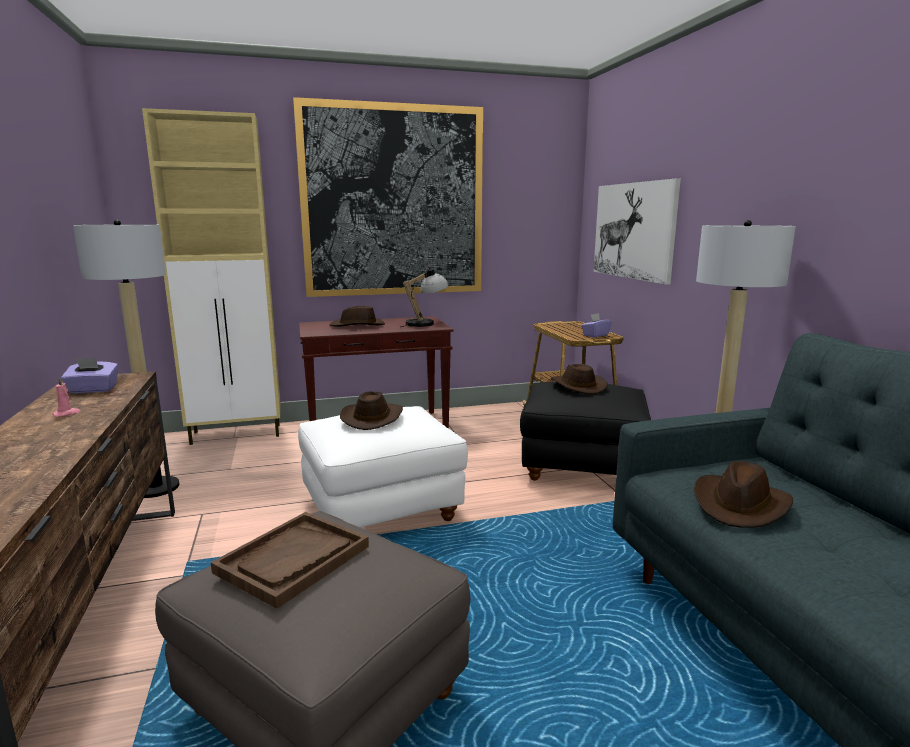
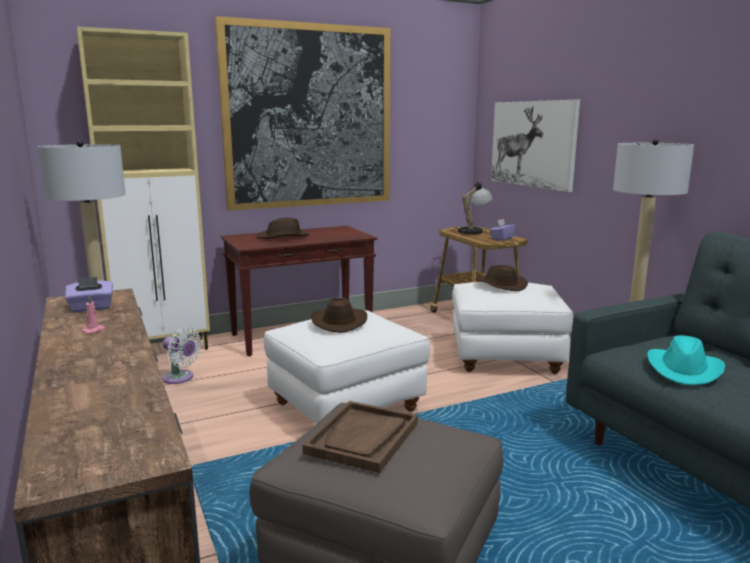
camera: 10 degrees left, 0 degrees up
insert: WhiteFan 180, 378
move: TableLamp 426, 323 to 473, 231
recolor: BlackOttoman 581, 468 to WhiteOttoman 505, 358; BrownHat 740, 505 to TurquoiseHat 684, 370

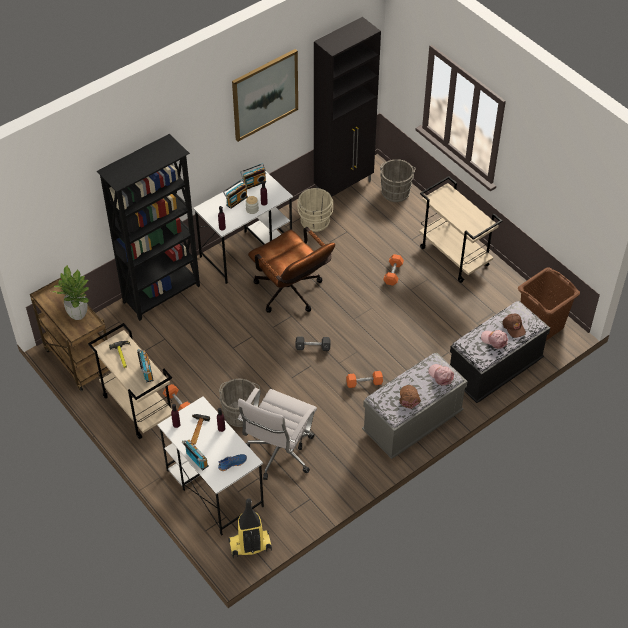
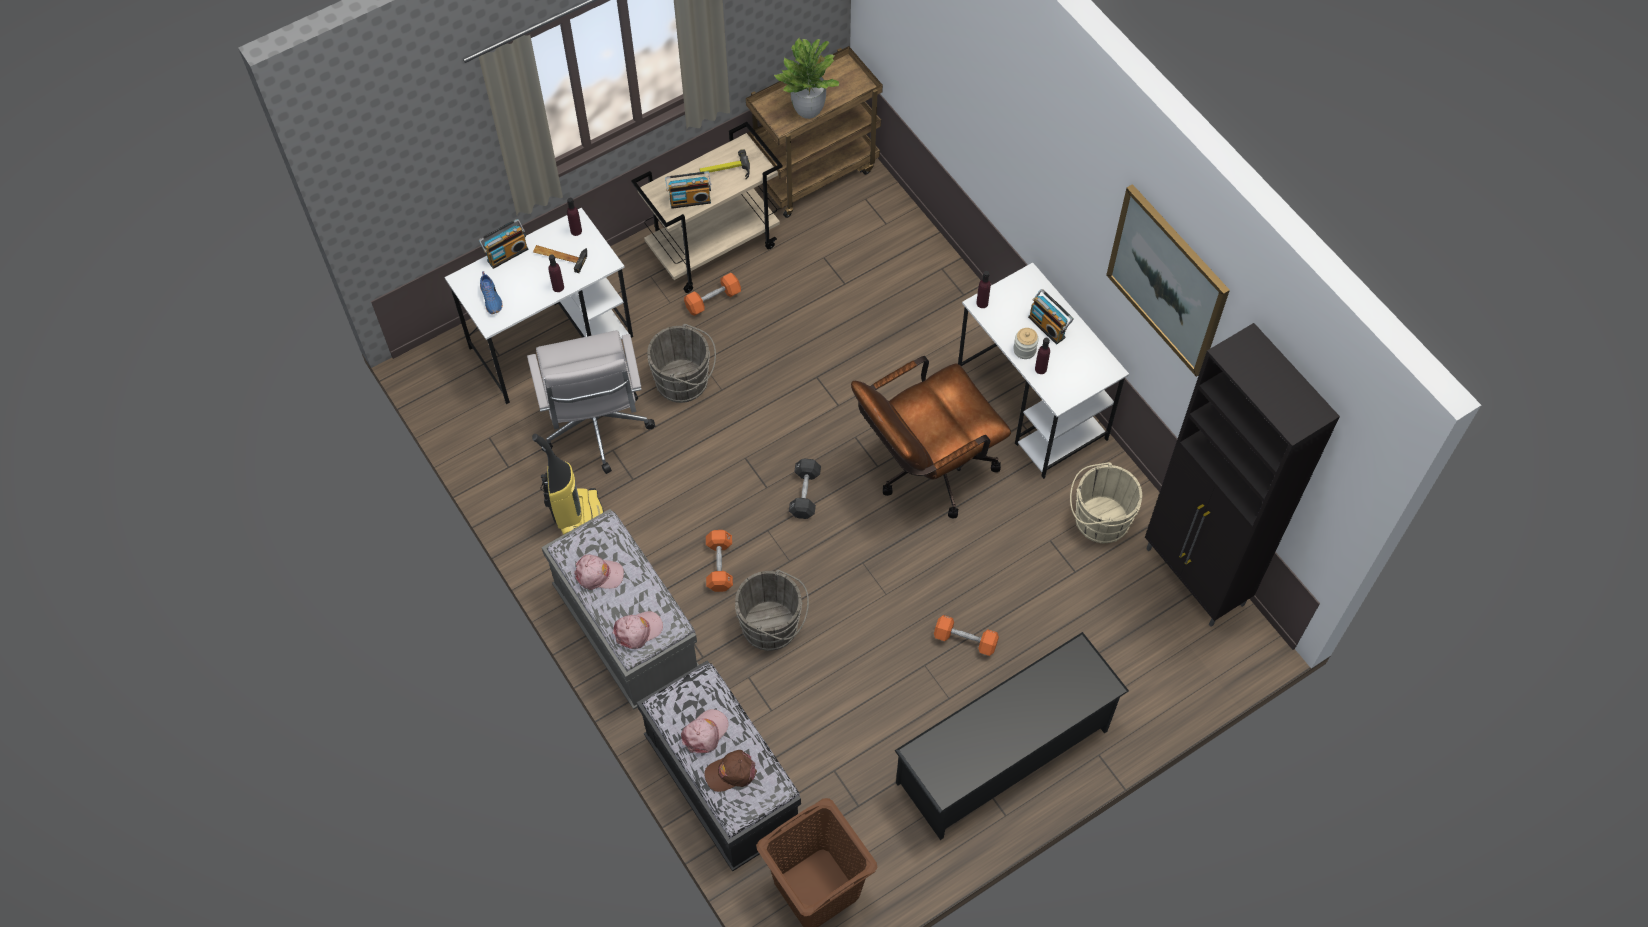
camera: 95 degrees right, 10 degrees up
delete: BlackBookcase 162, 294; Radio 254, 183
move: VacuumCleaner 250, 546 to 579, 519; GreyBucket 396, 191 to 773, 627
replace: BeigeCart 455, 256 to BlackShoeRack 1003, 756
recolor: BrownCap 409, 397 to PinkCap 599, 574
rotate: WhiteOfficeChair 279, 454 = 596, 430 135 degrees counterclockwise

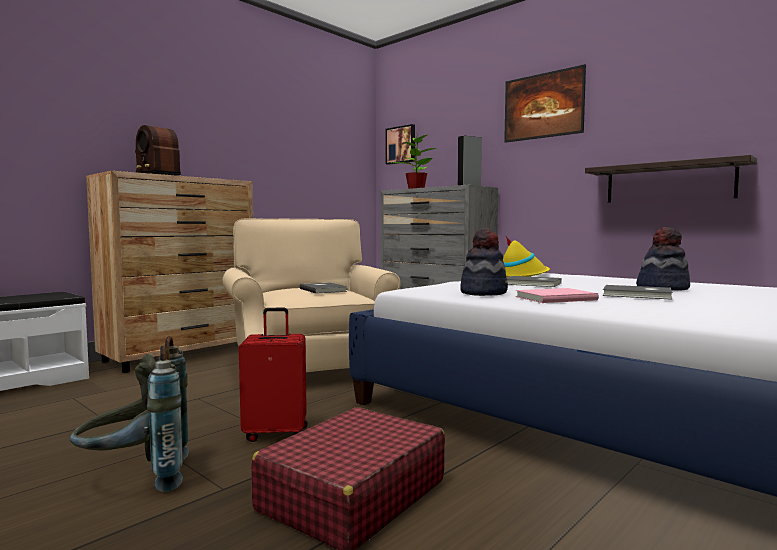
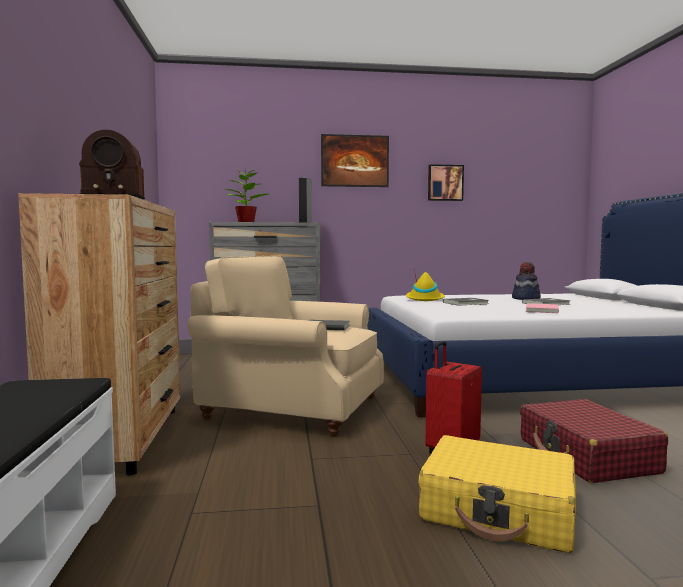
camera: 50 degrees left, 0 degrees up
delete: Hat 484, 293; Shelf 668, 182
move: Picture 401, 145 to 445, 183
replace: GreyBackpack 137, 479 to YellowSuitcase 498, 511

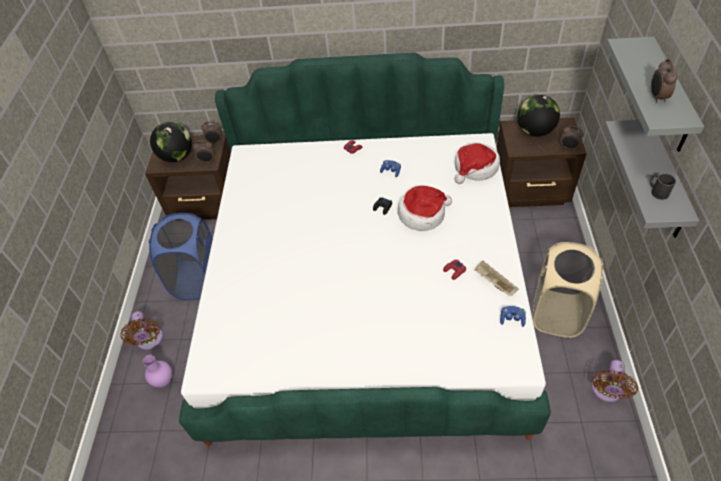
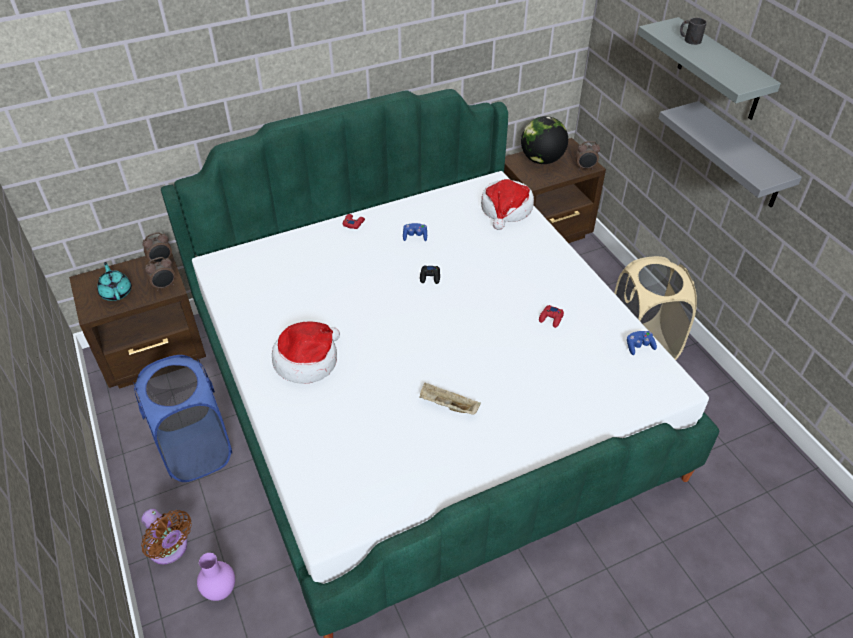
camera: 30 degrees left, 5 degrees down
delete: BrownFan 606, 391; AlarmClock 656, 97
move: Hat 422, 214 to 307, 360; BeigeTray 494, 283 to 448, 406; BlackMug 657, 191 to 689, 39
replace: Globe 177, 156 to TurquoiseTeapot 116, 292

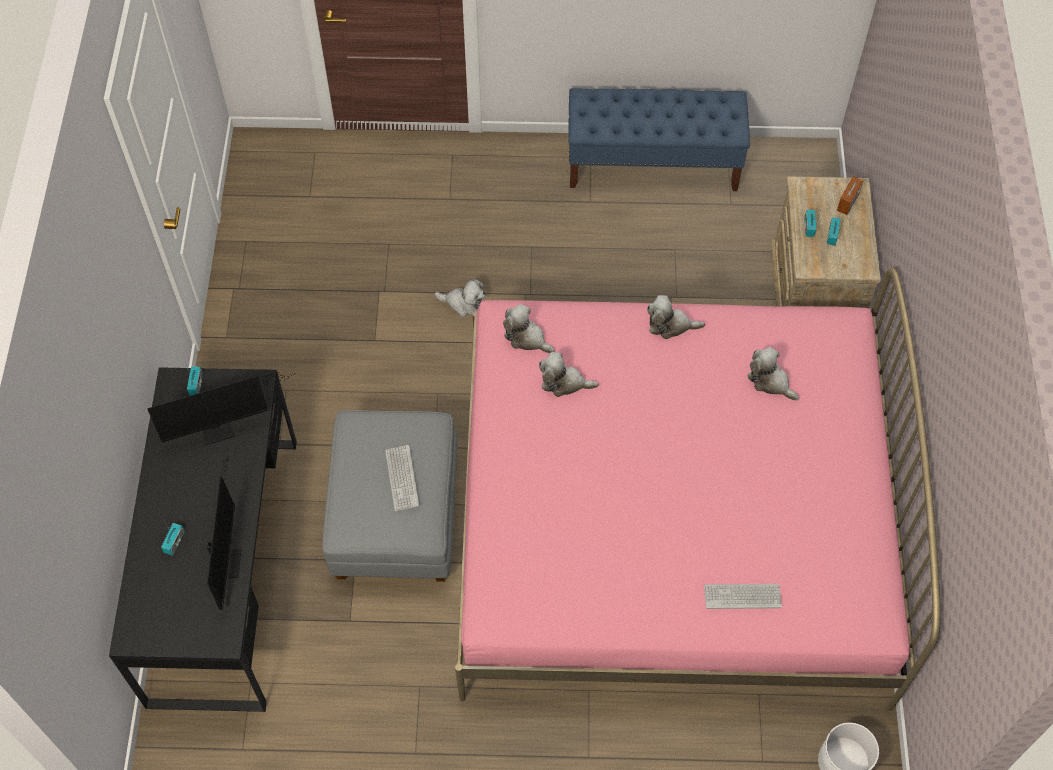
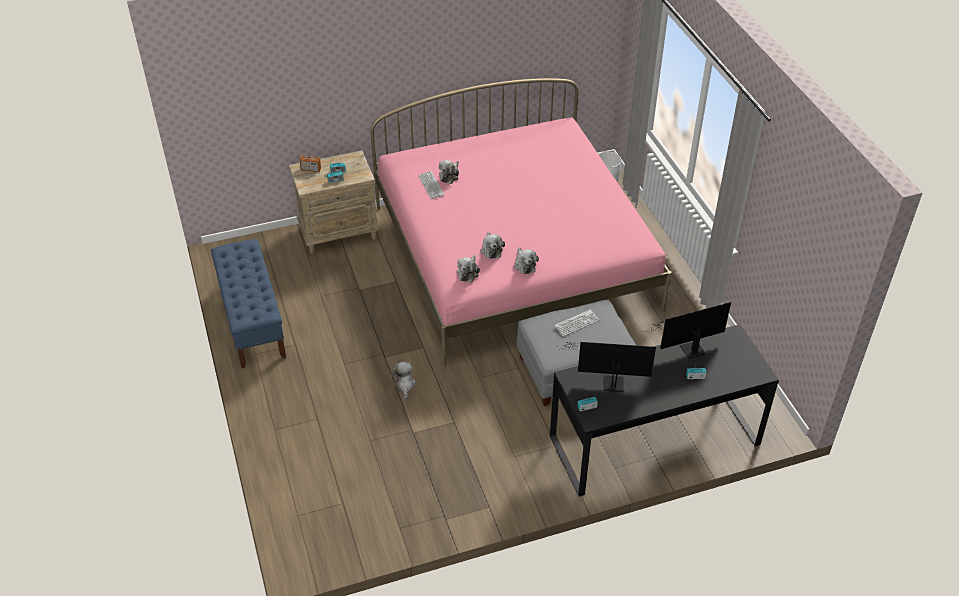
camera: 110 degrees left, 15 degrees down
move: PlushToy 670, 325 to 524, 264; Keyboard 742, 596 to 431, 185
rotate: Monitor 222, 428 = 609, 382 45 degrees counterclockwise

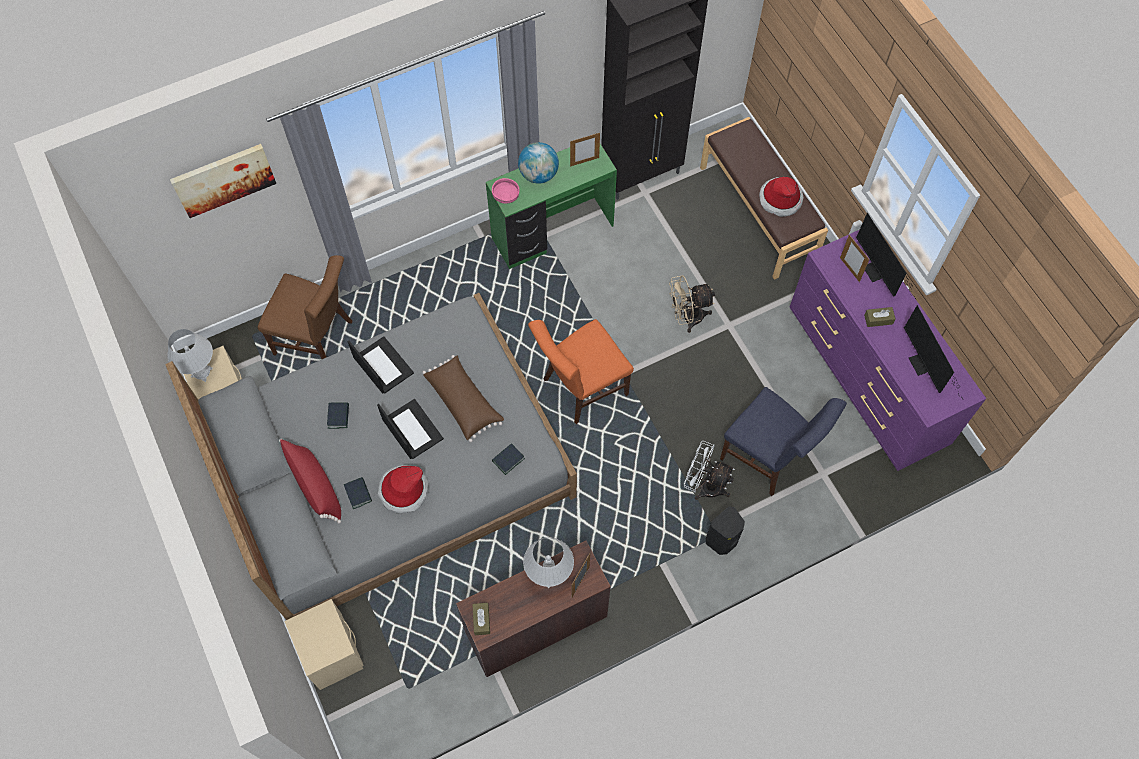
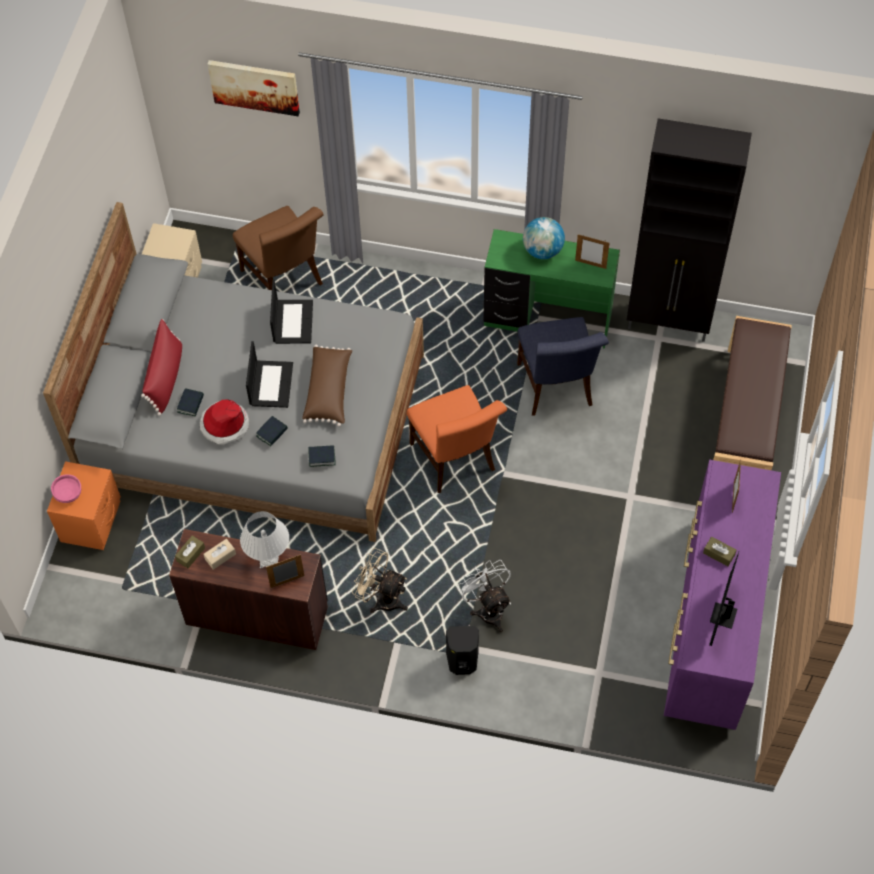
camera: 40 degrees right, 5 degrees down
delete: WhiteTableLamp 202, 372; Hat 780, 199; Monitor 877, 274
insert: BeigeTissueBox 220, 556
move: Book 338, 416 to 272, 433; PinkBowl 506, 196 to 68, 494; BeigeFan 687, 317 to 382, 598; BlueChair 769, 458 to 556, 388
recolor: BeigeNightstand 331, 653 to OrangeNightstand 91, 521
rotate: OrangeChair 580, 389 = 455, 461 120 degrees counterclockwise

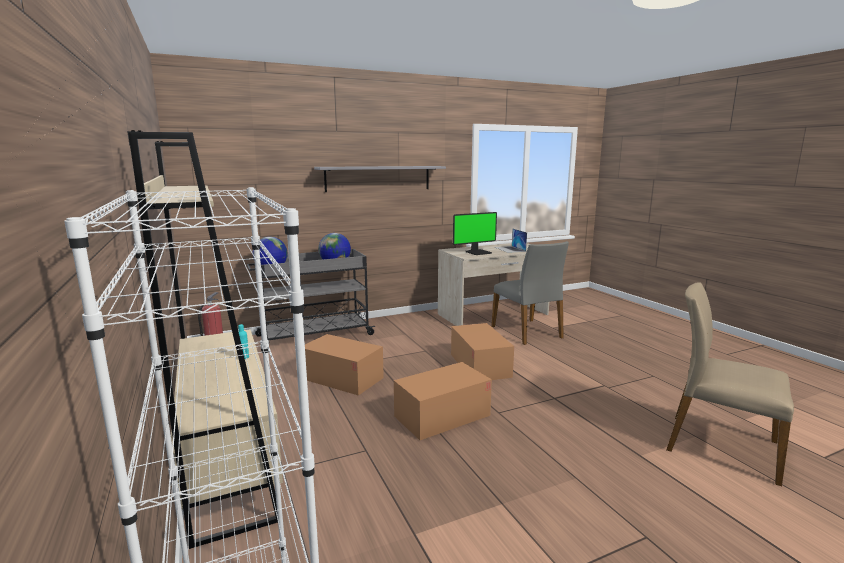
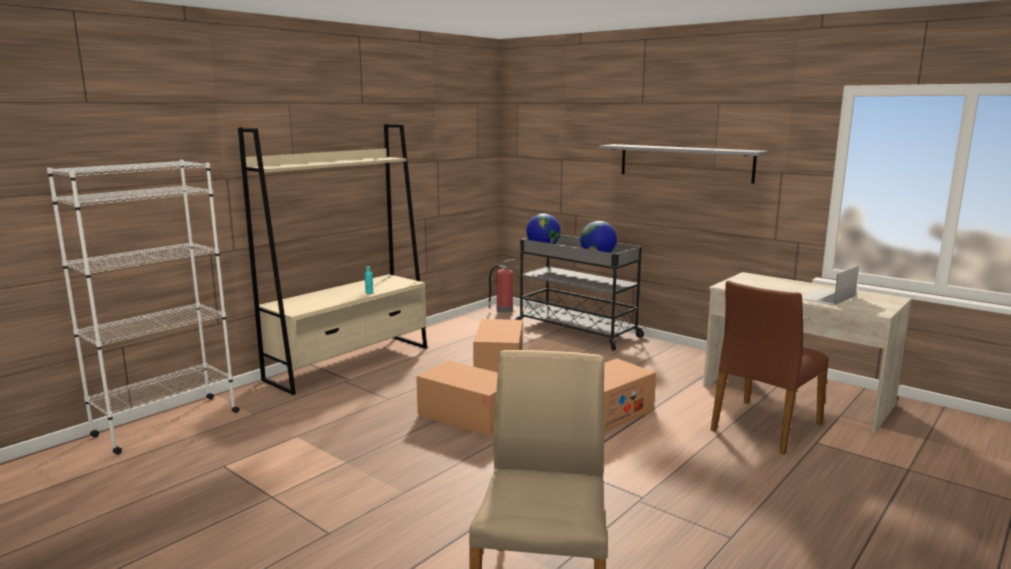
camera: 65 degrees right, 0 degrees up
delete: Monitor 478, 252
recolor: GreyChair 527, 332 to BrownChair 764, 427

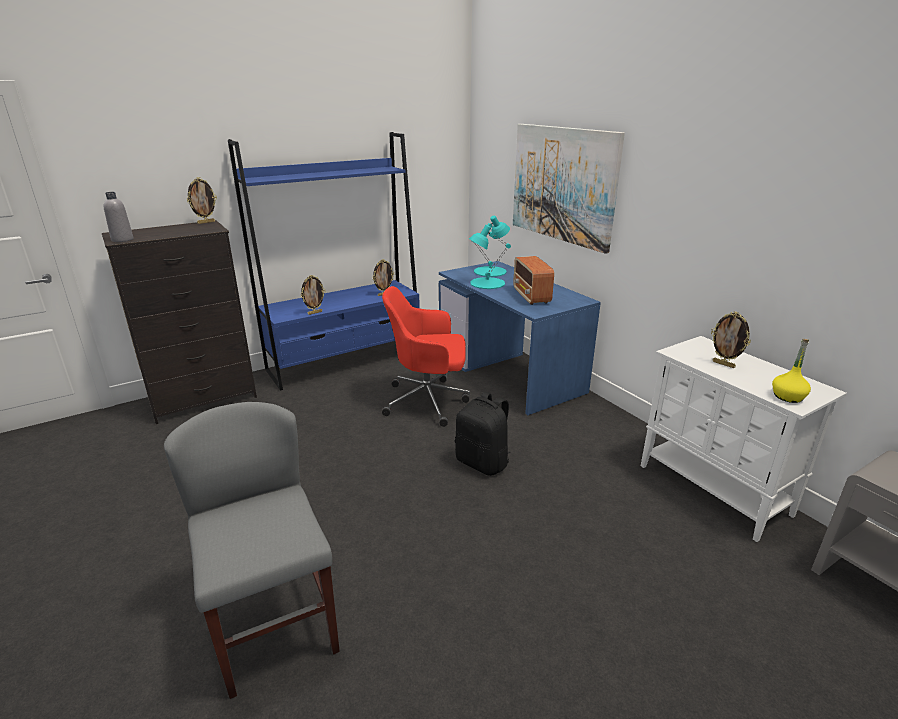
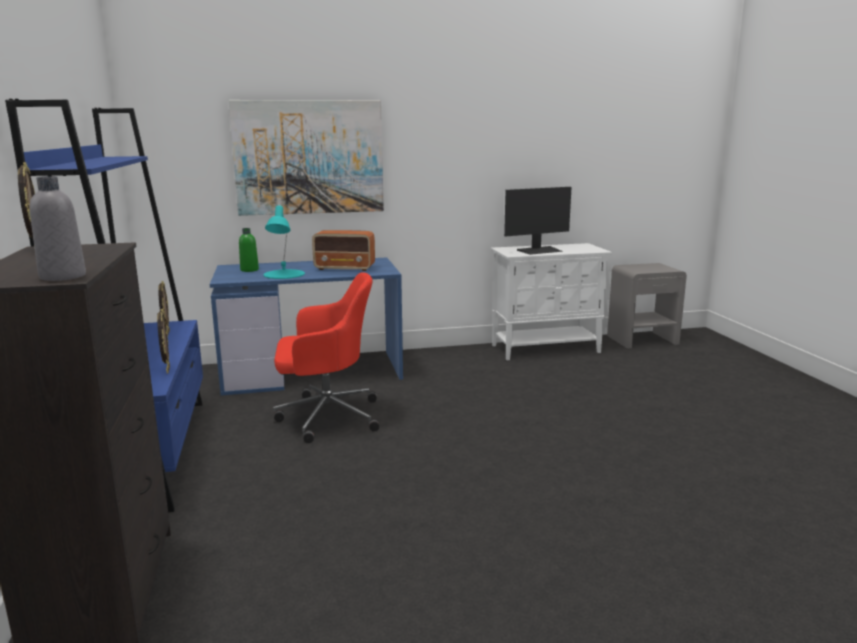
camera: 70 degrees left, 10 degrees down
delete: GreyChair 273, 625; BlackBackpack 483, 462; YellowBottle 787, 396
replace: TurquoiseTableLamp 490, 271 to GreenBottle 249, 270; PictureFrame 724, 364 to Monitor 539, 250
rotate: RedOfficeChair 428, 401 = 326, 416 120 degrees counterclockwise

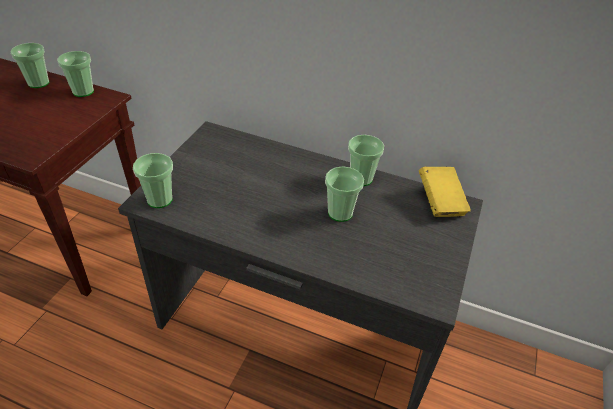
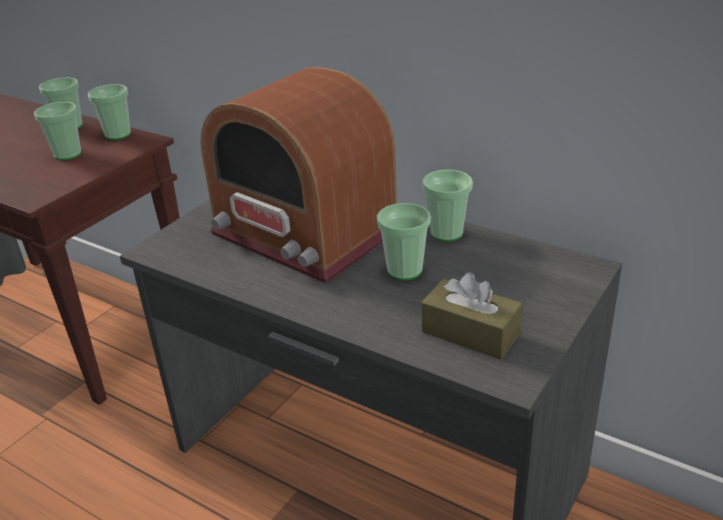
camera: 15 degrees right, 10 degrees down
delete: YellowBook 440, 202
insert: Radio 305, 232; BrownTissueBox 470, 333
move: Cup 159, 199 to 67, 154

